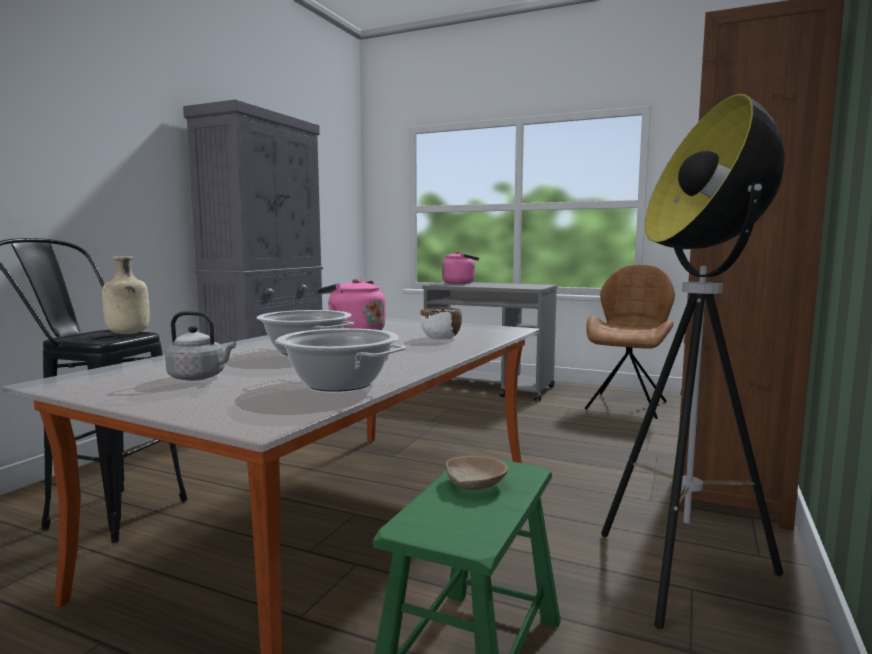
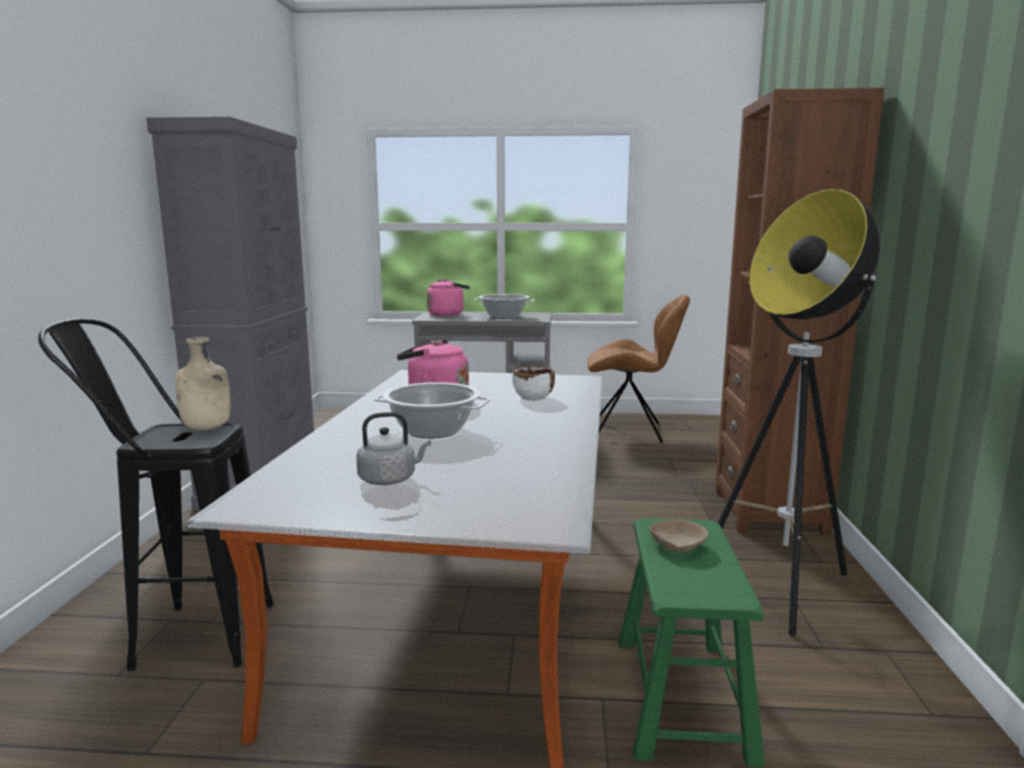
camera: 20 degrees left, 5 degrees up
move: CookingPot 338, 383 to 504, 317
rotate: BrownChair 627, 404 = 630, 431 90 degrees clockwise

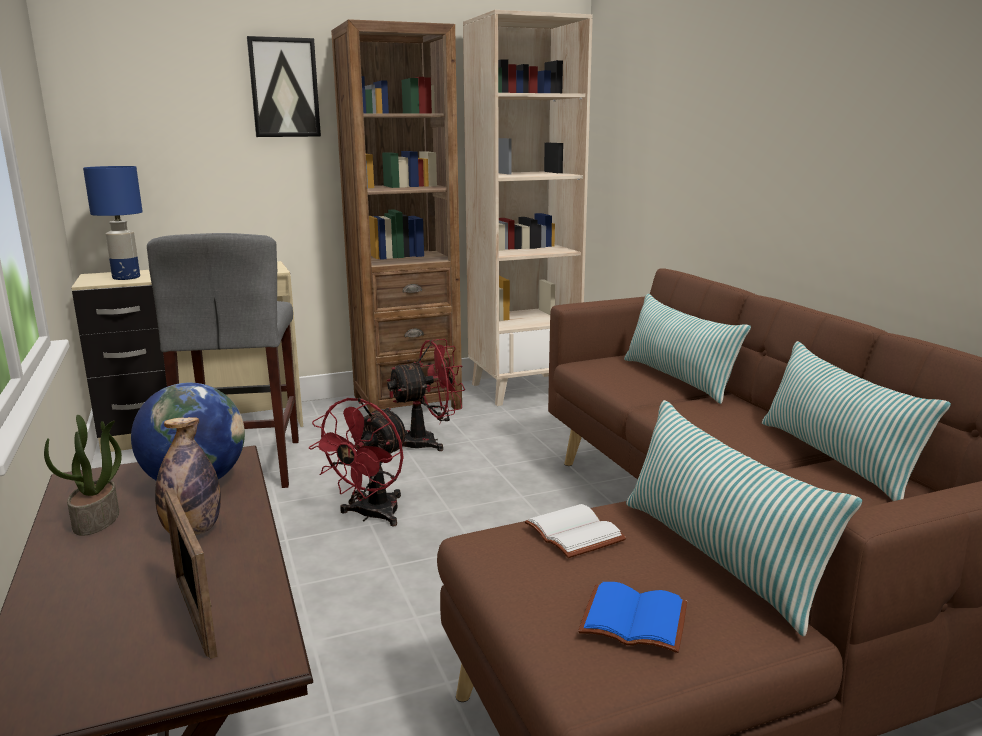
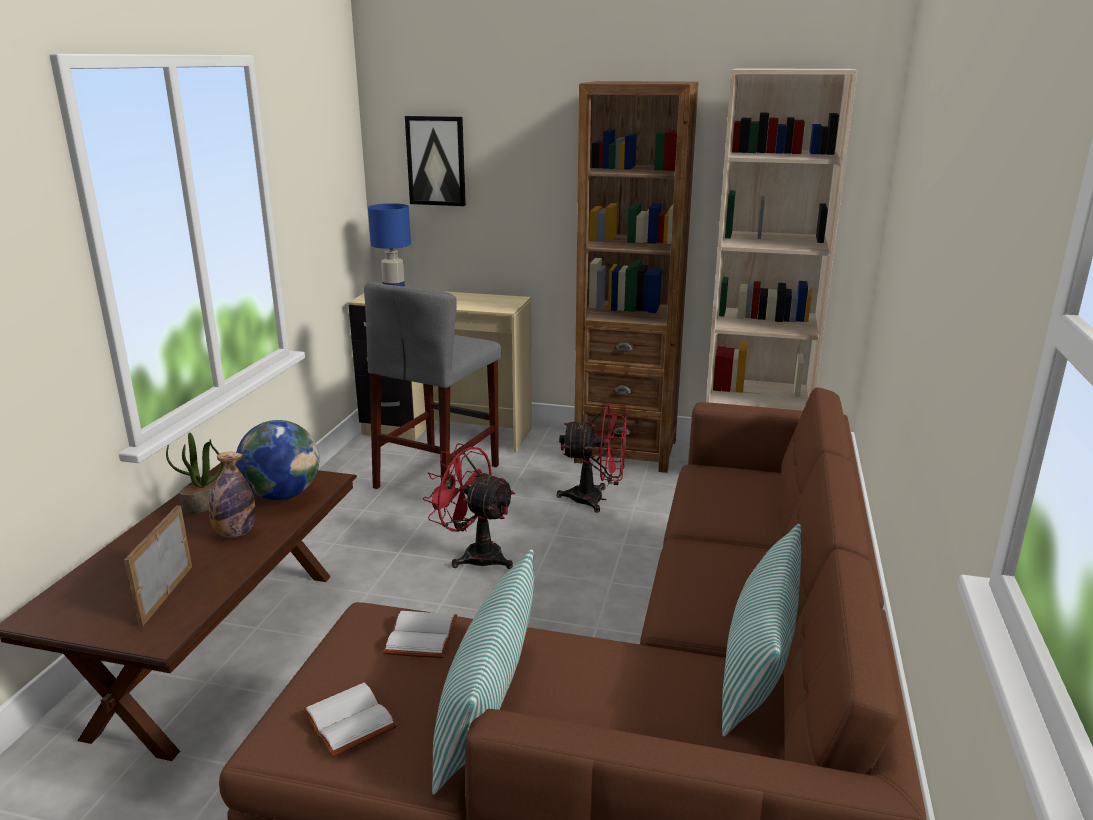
camera: 35 degrees right, 5 degrees up
delete: Pillow 678, 378
move: Picture 284, 88 to 436, 161
recolor: BlueBook 631, 621 to WhiteBook 346, 720
rotate: RedFan 371, 516 = 474, 555 60 degrees clockwise

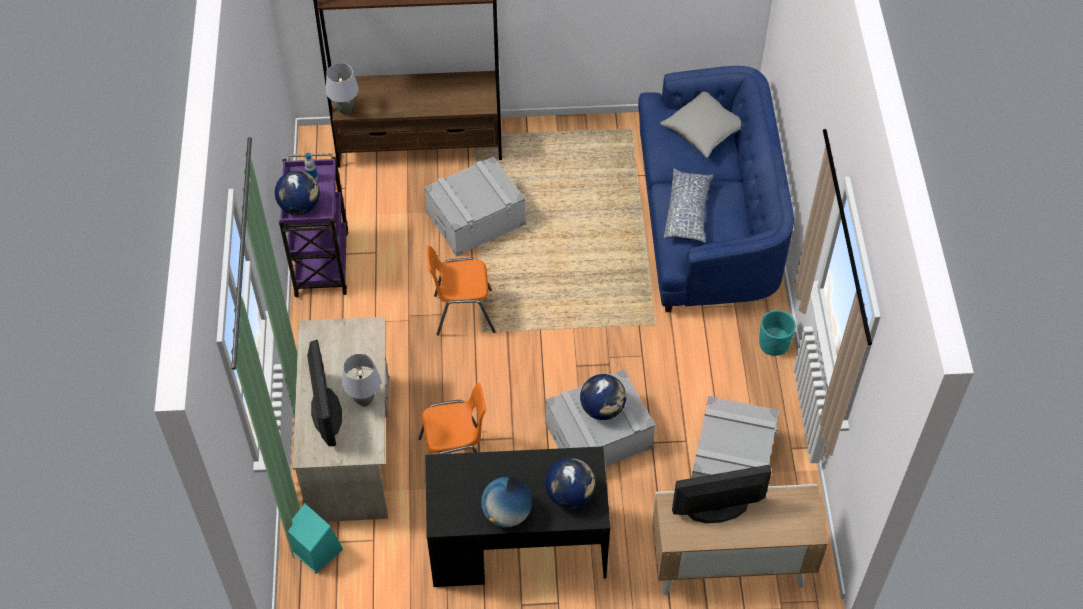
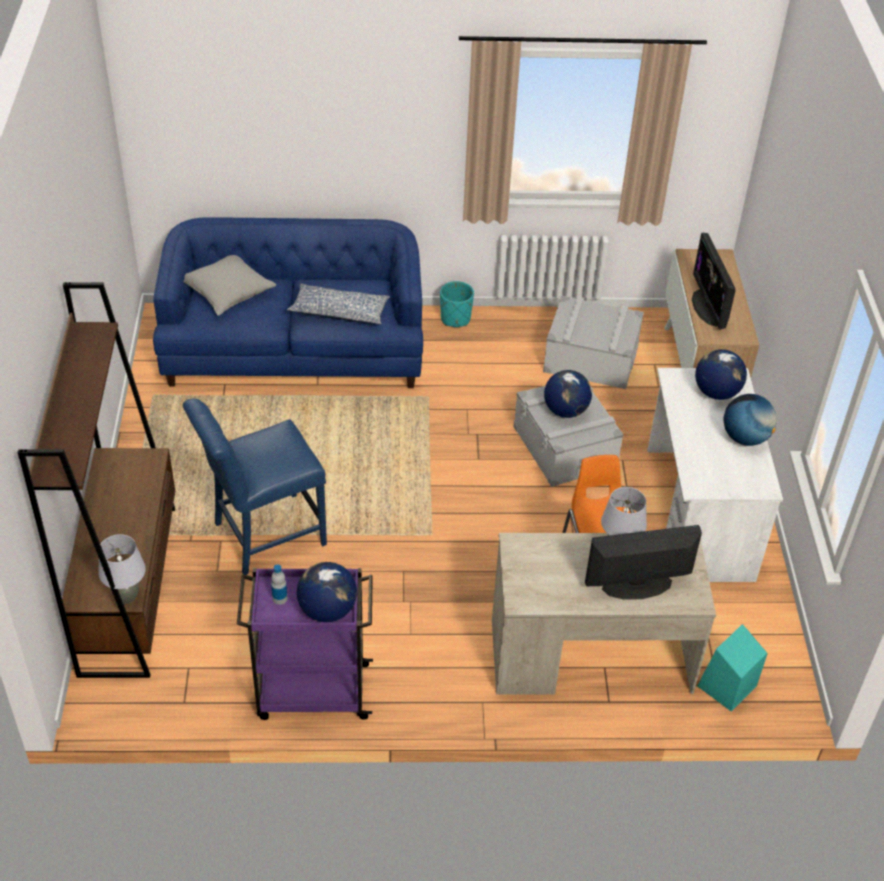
camera: 90 degrees left, 10 degrees down
delete: OrangeChair 462, 313
replace: GreyStorageBox 476, 218 to BlueChair 263, 535
recolor: BlackDesk 517, 546 to WhiteDesk 698, 514

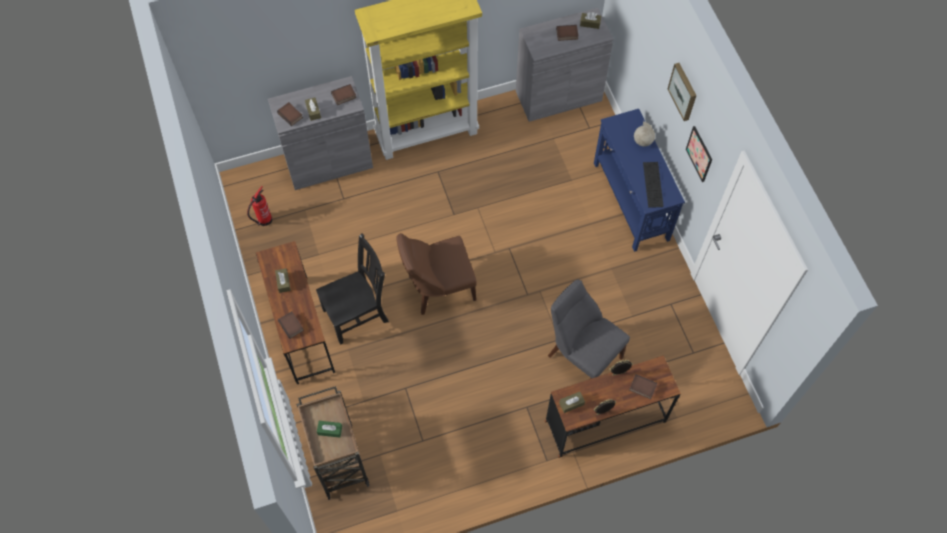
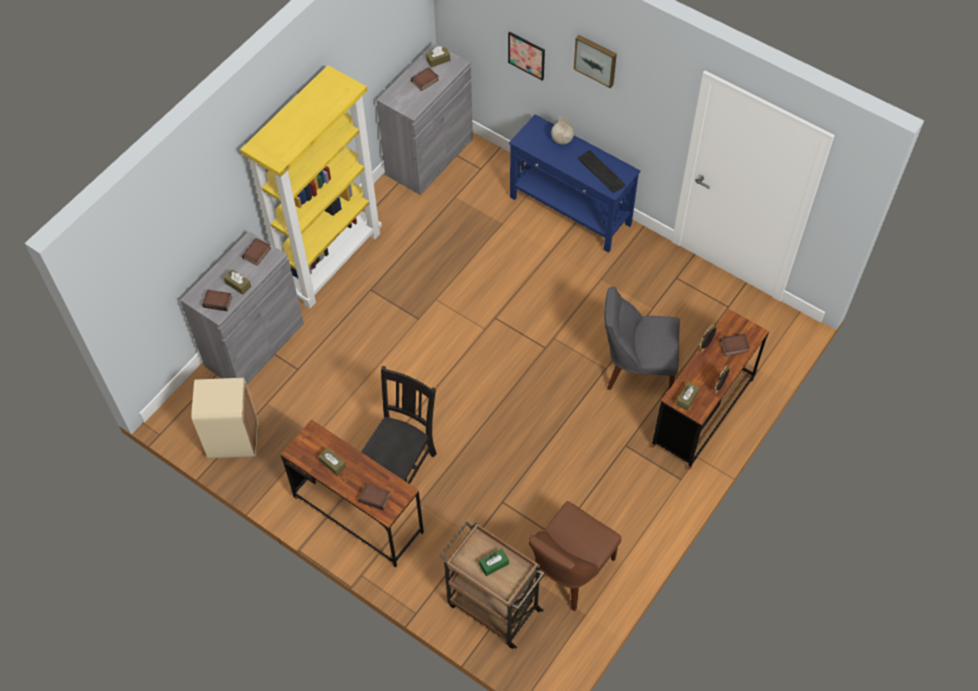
camera: 35 degrees left, 5 degrees down
move: BrownChair 438, 288 to 568, 571; Picture 699, 154 to 526, 55
replace: FireExtinguisher 263, 220 to BeigeTrashCan 232, 438

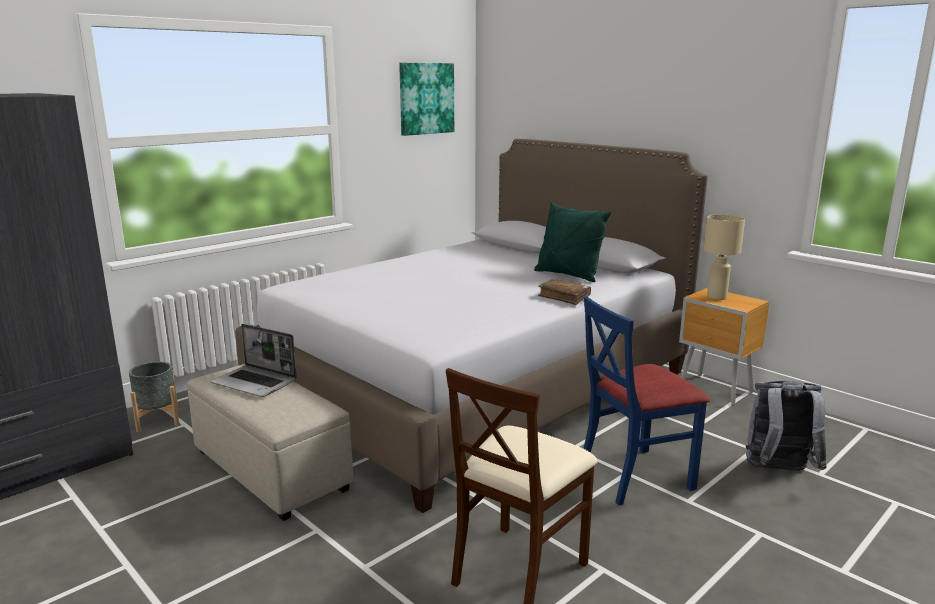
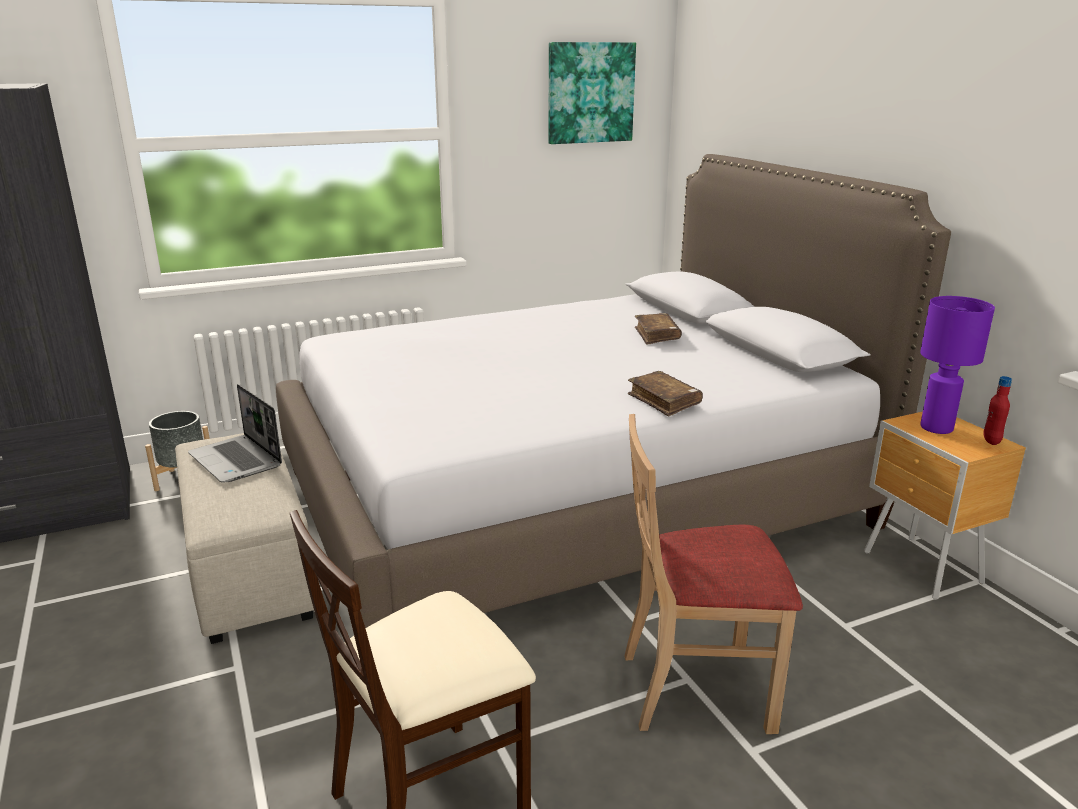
camera: 20 degrees right, 5 degrees up
delete: GreenPillow 568, 275; GreyBackpack 778, 471
insert: BrownBook 657, 335; RedBottle 991, 441
recolor: BlueChair 634, 476 to BeigeChair 696, 688; BeigeTableLamp 716, 297 to PurpleTableLamp 936, 428

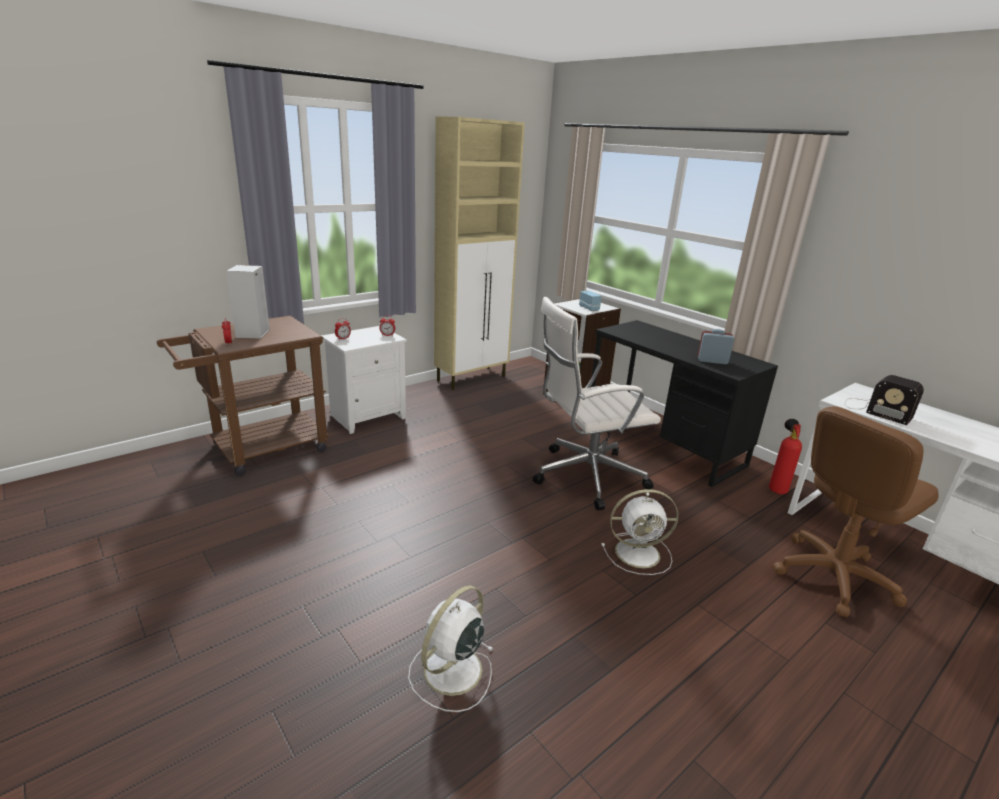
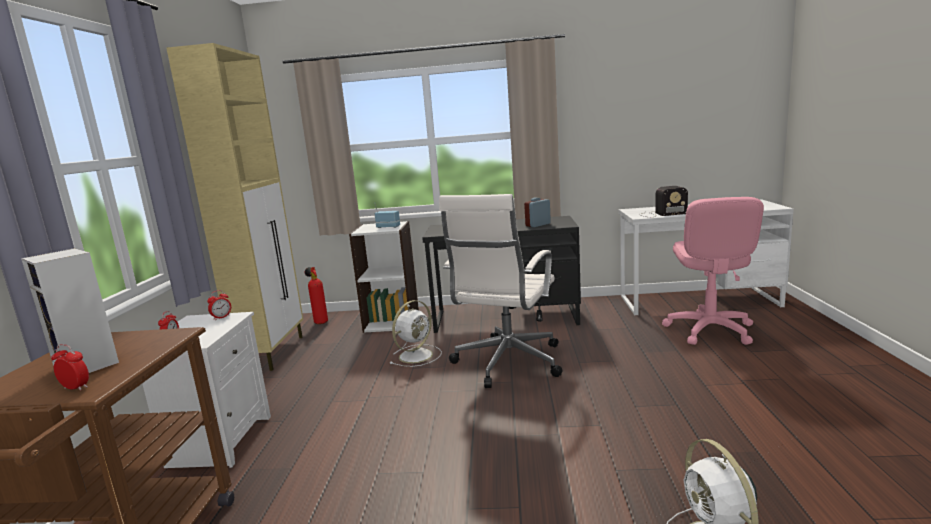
camera: 45 degrees left, 10 degrees down
move: WhiteFan 639, 553 to 417, 355; FireExtinguisher 776, 489 to 320, 322
recolor: BrownOfficeChair 833, 576 to PinkOfficeChair 709, 330

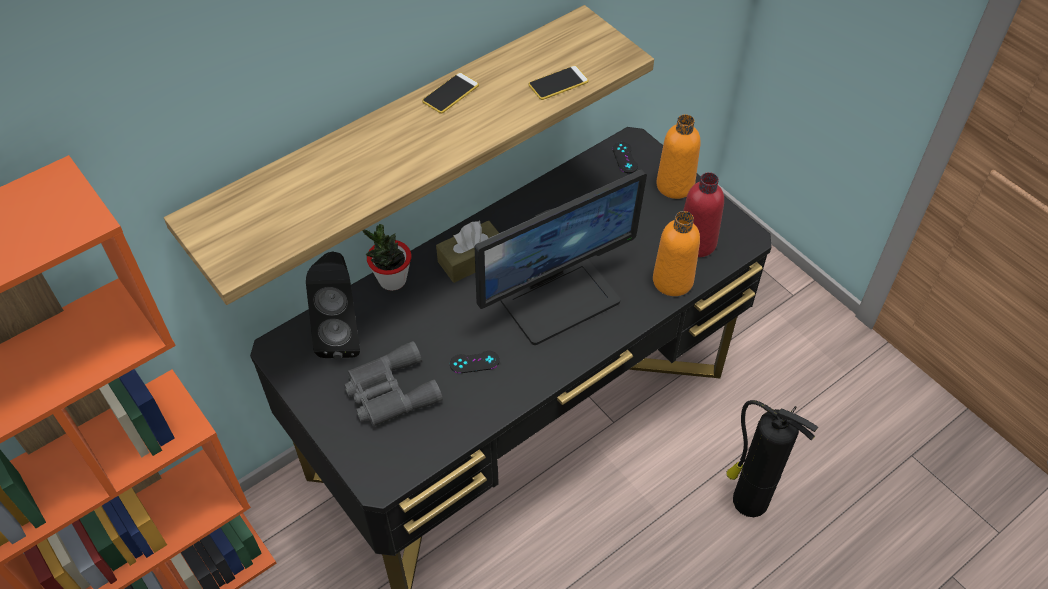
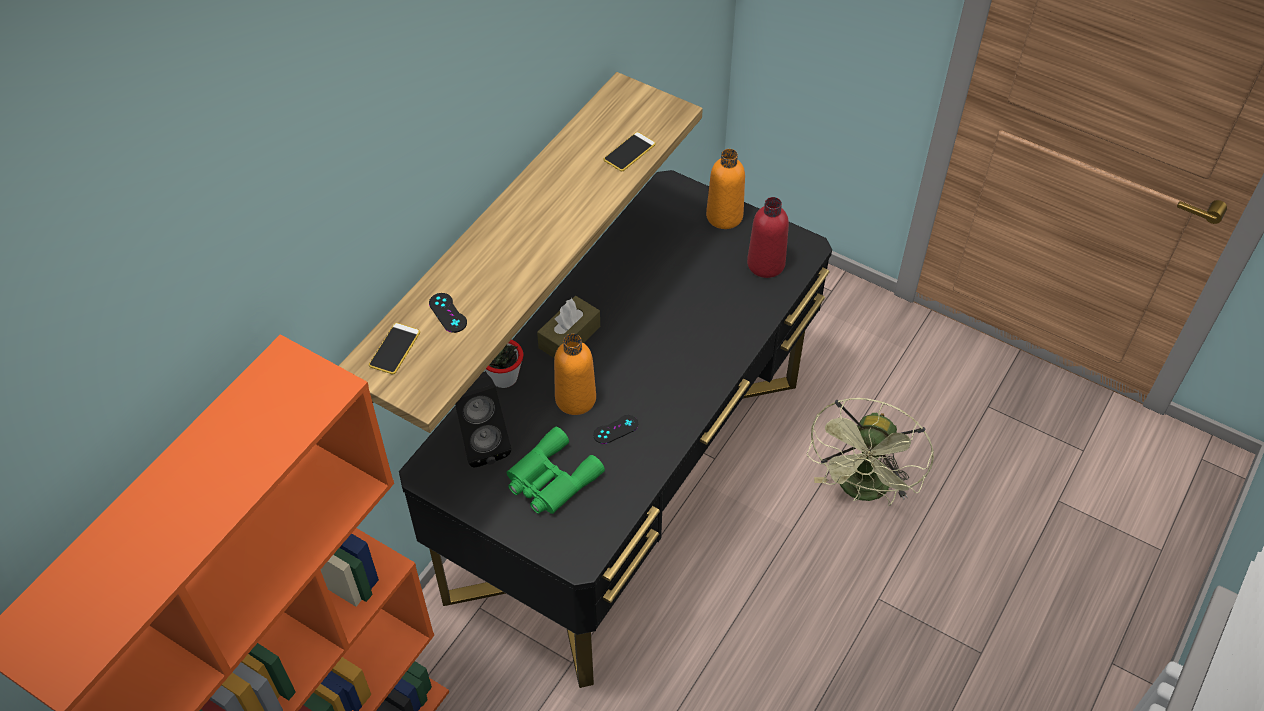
camera: 20 degrees left, 0 degrees up
delete: Monitor 559, 298
move: Phone 450, 93 to 394, 349; BlackGameController 625, 157 to 448, 313; OrangeBottle 672, 281 to 575, 399
replace: FireExtinguisher 748, 499 to GreenFan 863, 490
recolor: GreyBinoculars 389, 392 to GreenBinoculars 550, 479

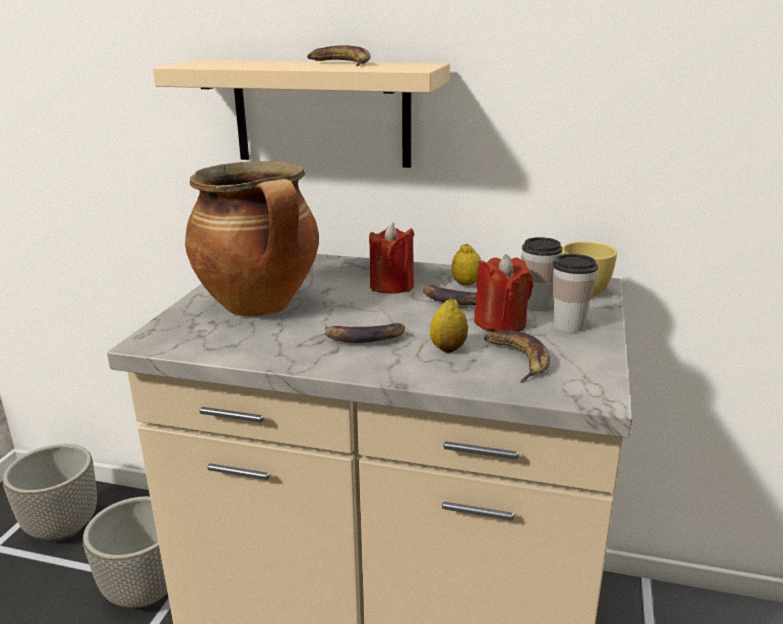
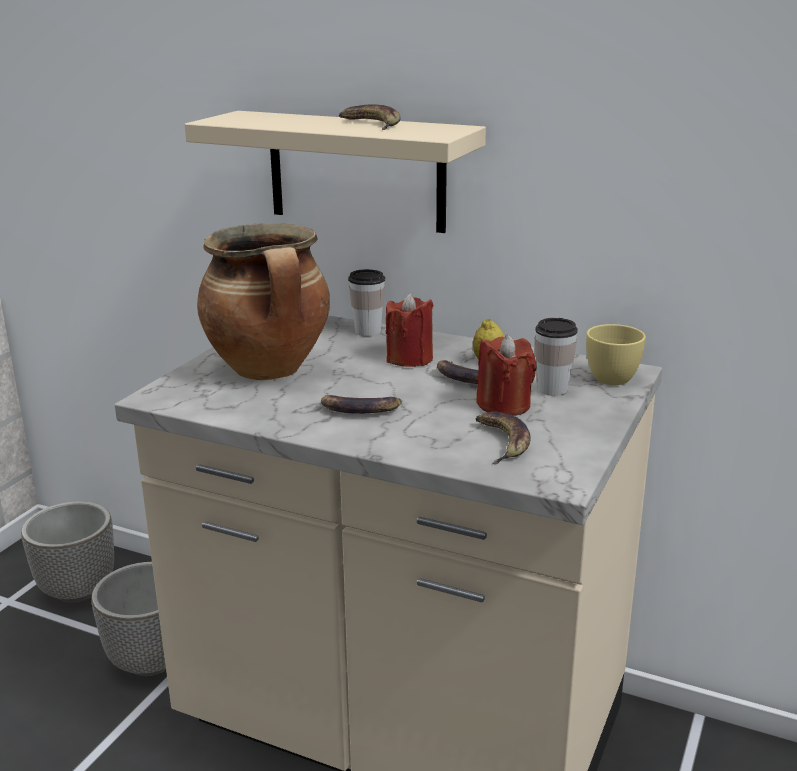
camera: 10 degrees right, 0 degrees up
delete: Lemon 448, 349
move: Cup 568, 326 to 367, 331

